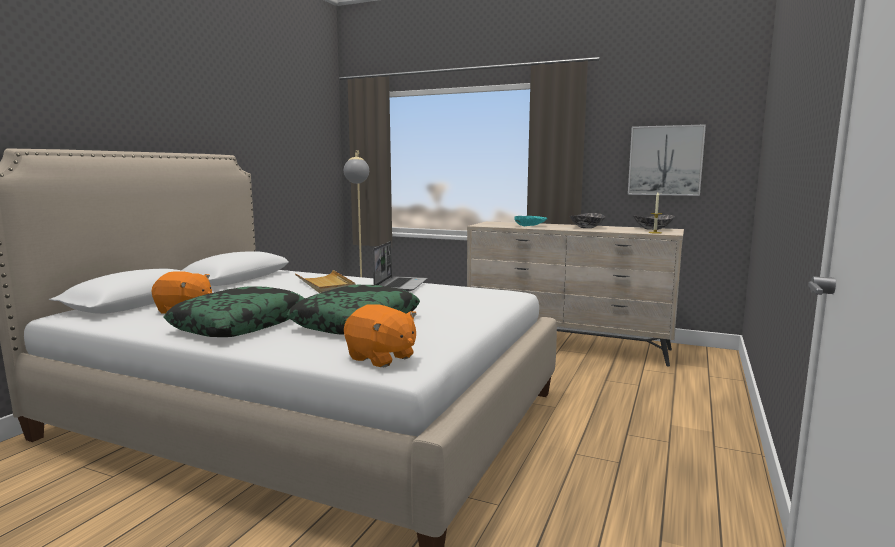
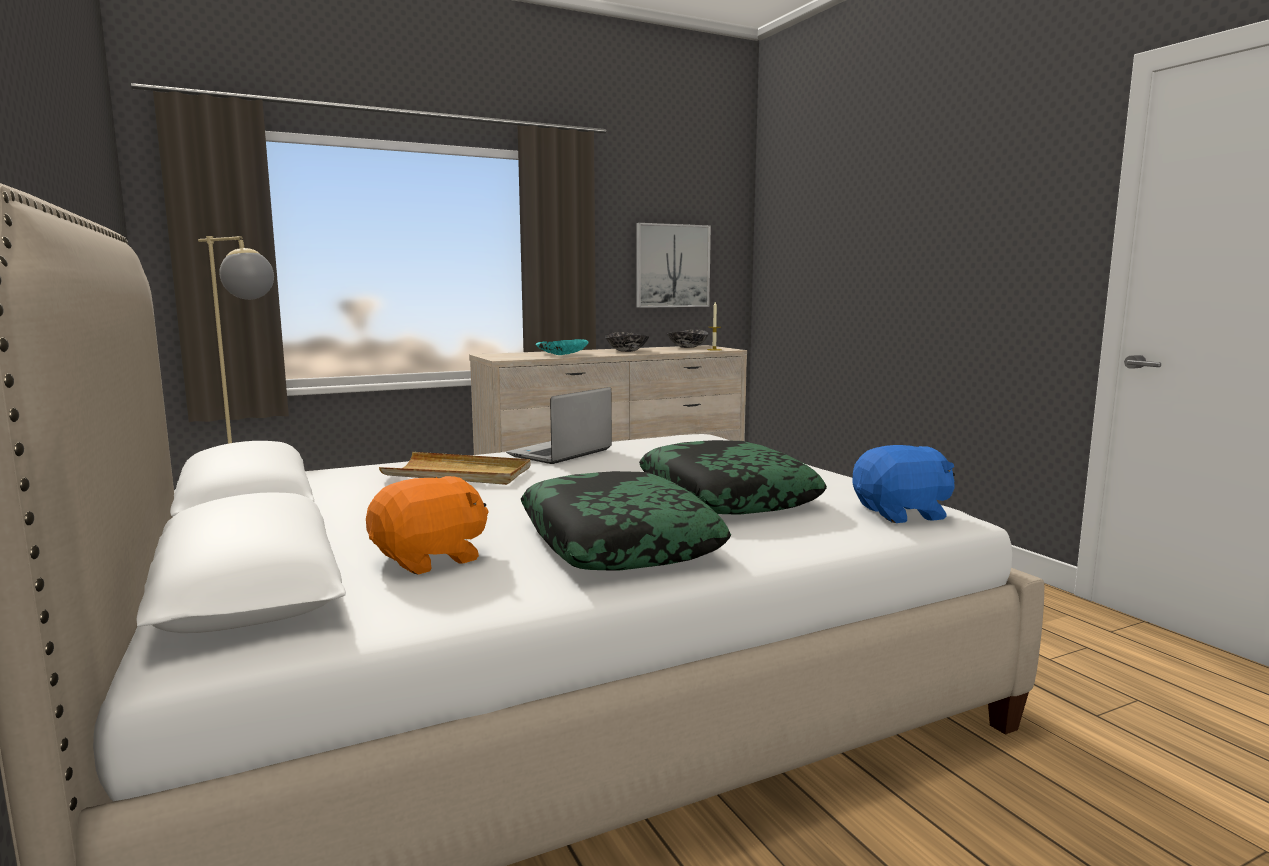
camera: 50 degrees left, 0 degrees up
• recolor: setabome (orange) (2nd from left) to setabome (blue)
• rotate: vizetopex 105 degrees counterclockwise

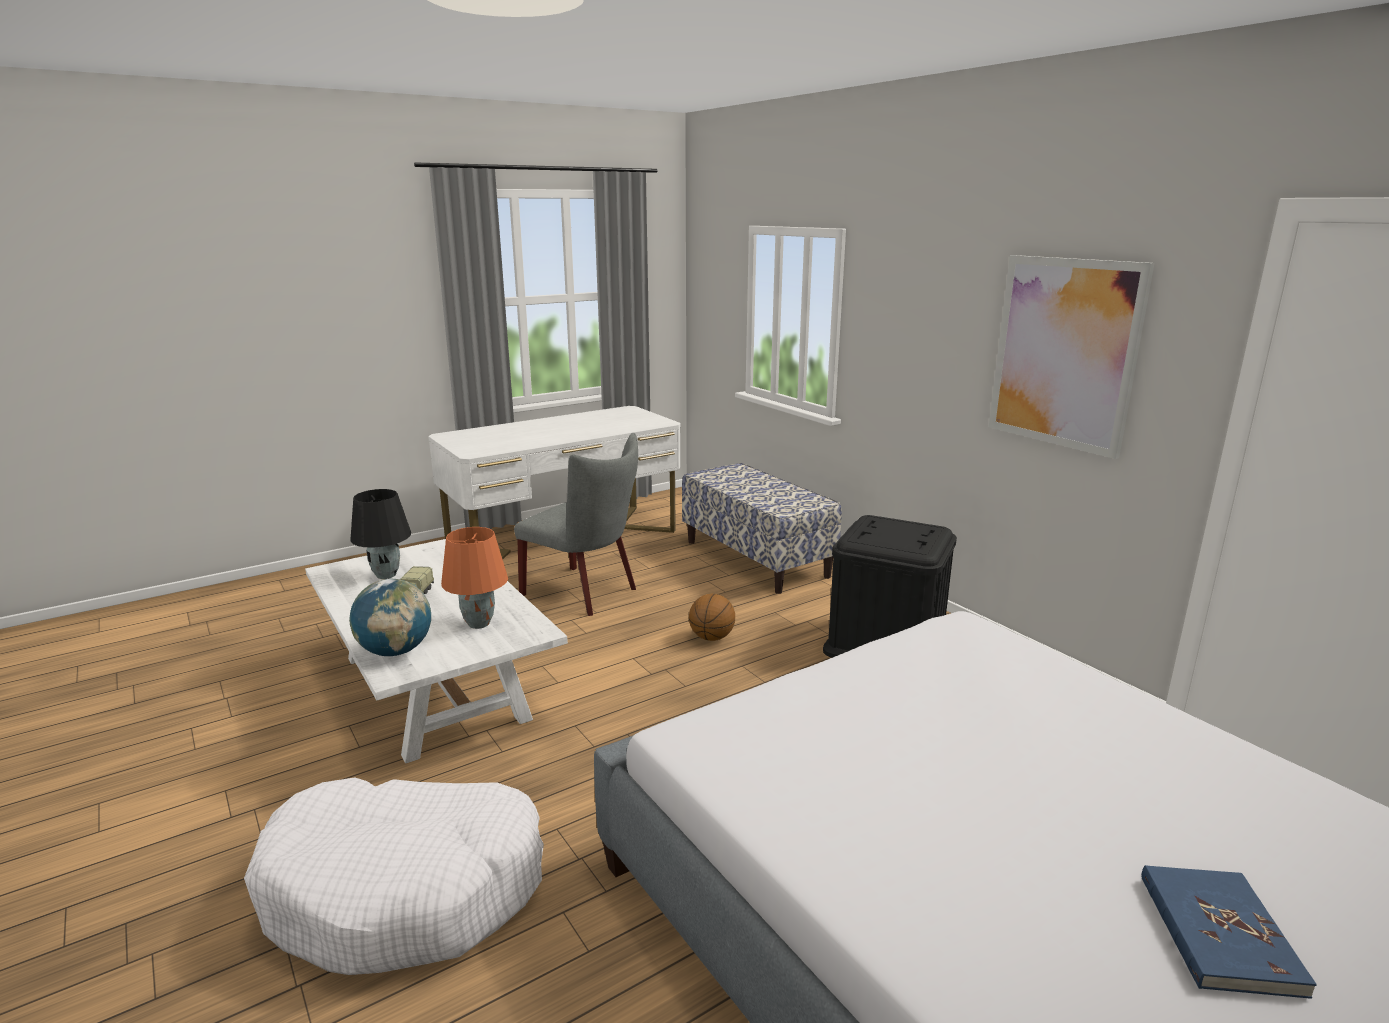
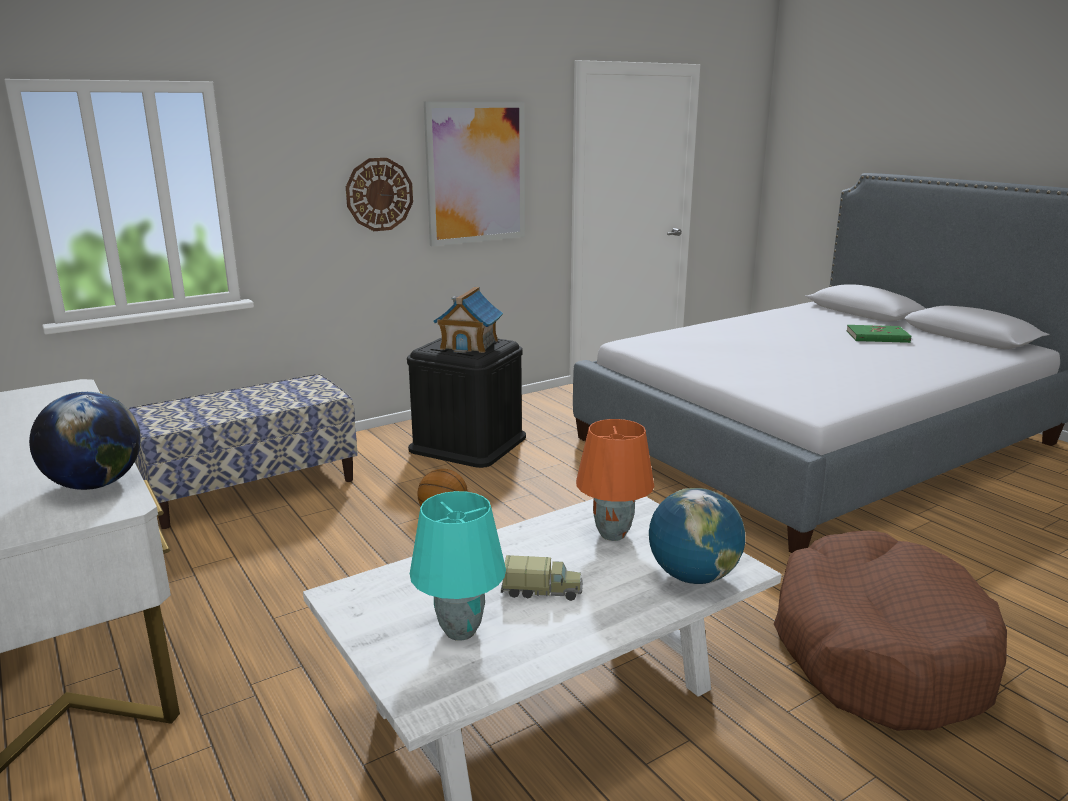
camera: 90 degrees left, 0 degrees up
• recolor: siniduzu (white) to siniduzu (brown)
• recolor: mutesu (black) to mutesu (turquoise)
• delete: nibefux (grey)
• recolor: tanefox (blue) to tanefox (green)
• insert: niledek (1st from left)
• insert: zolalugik
• insert: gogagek

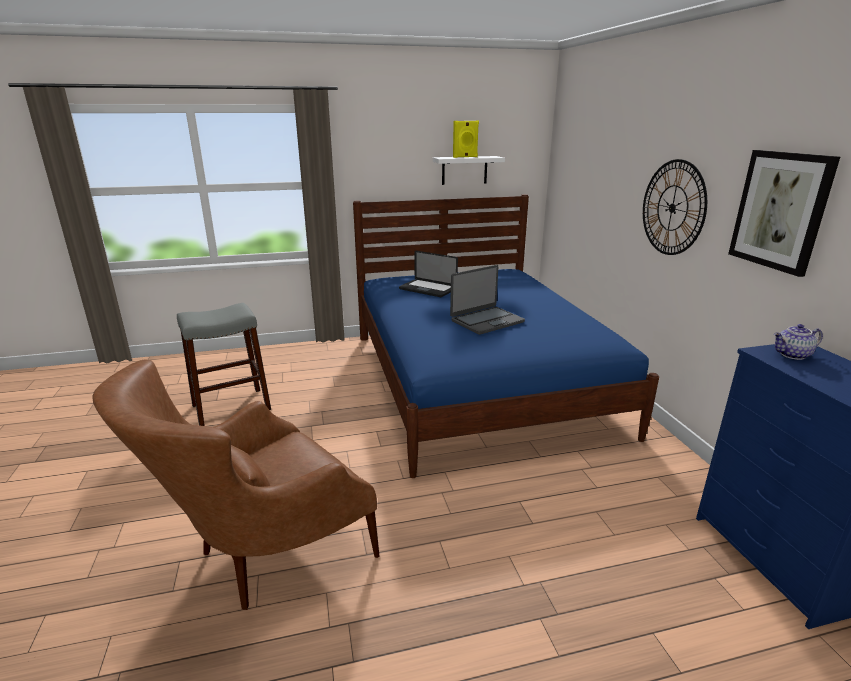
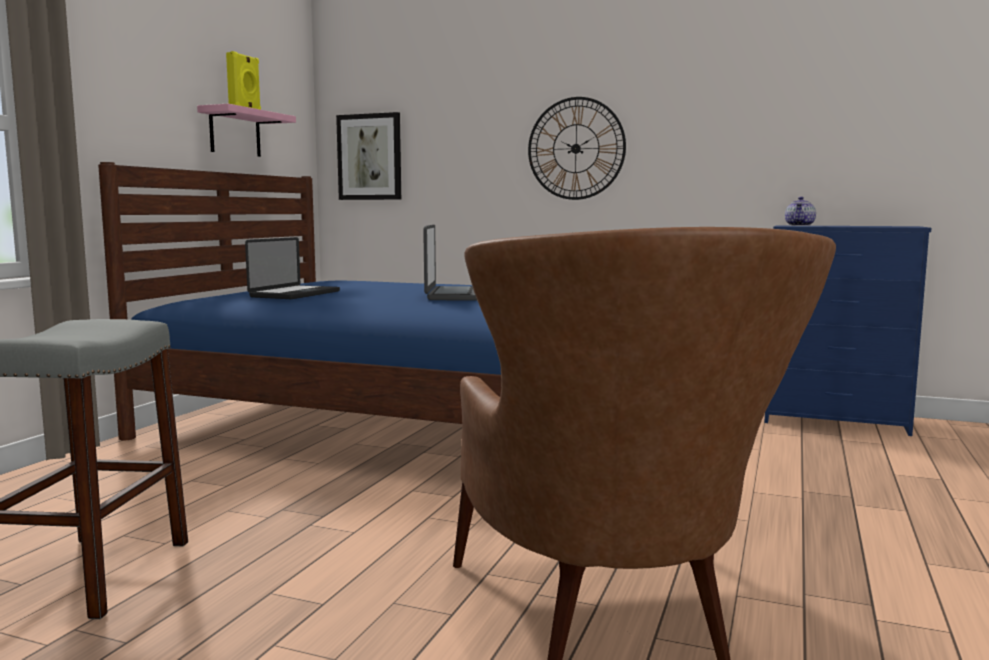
camera: 55 degrees left, 15 degrees down
• rotate: vizetopex (1st from left) 45 degrees counterclockwise
• recolor: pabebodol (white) to pabebodol (pink)
• move: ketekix

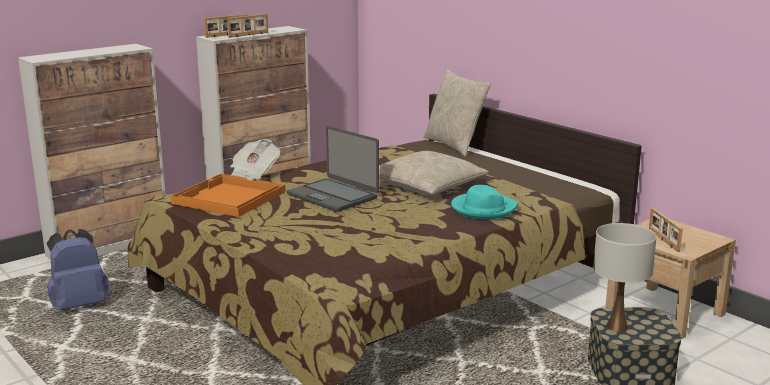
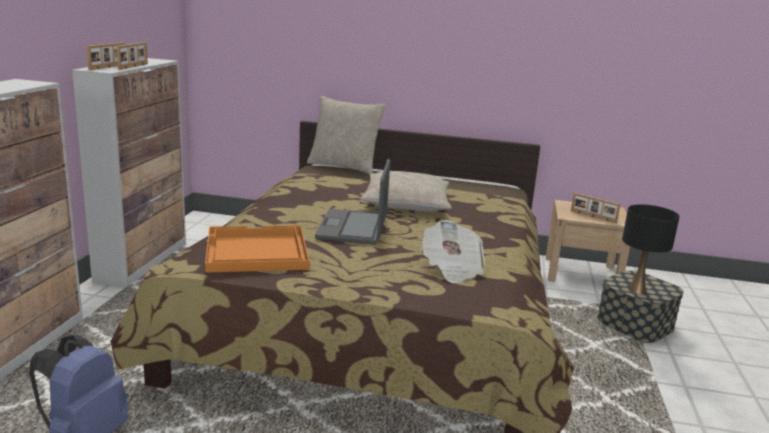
camera: 40 degrees left, 0 degrees up
• move: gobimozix
• rotate: vizetopex 90 degrees clockwise
• delete: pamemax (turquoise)
• recolor: mutesu (white) to mutesu (black)

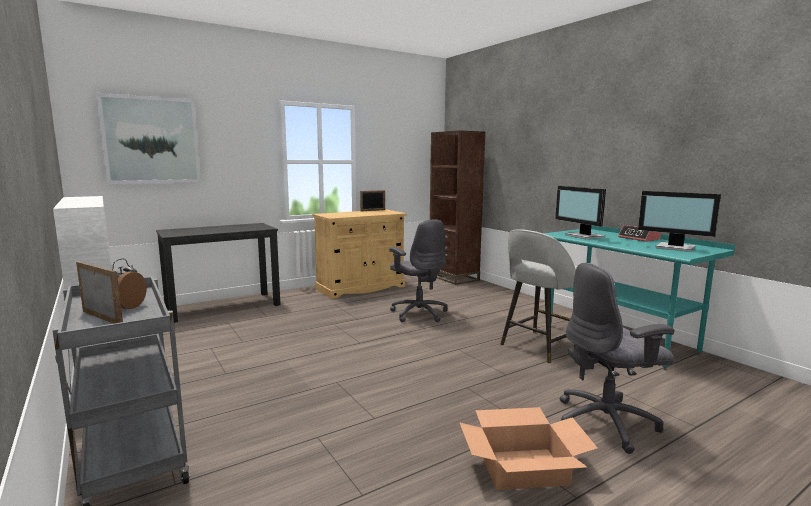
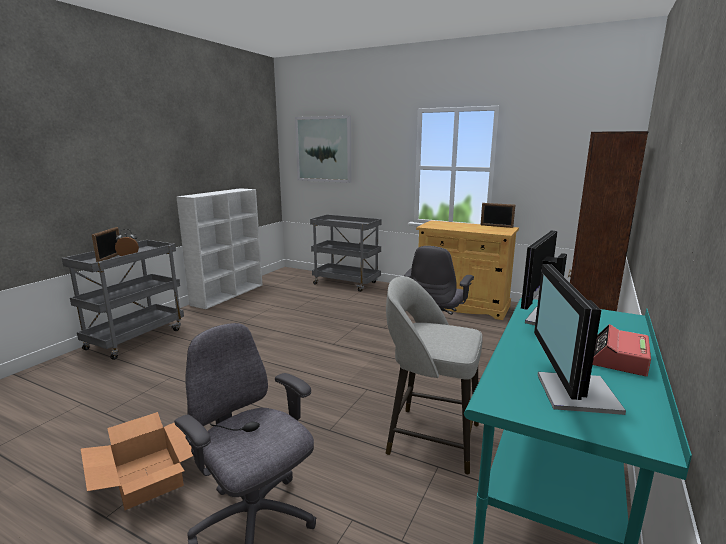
camera: 60 degrees right, 5 degrees up
• replace: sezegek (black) to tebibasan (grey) (2nd from left)

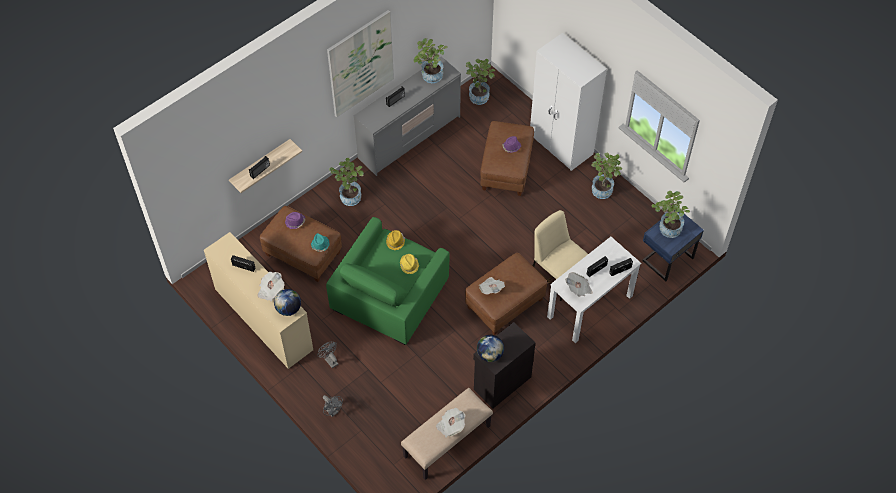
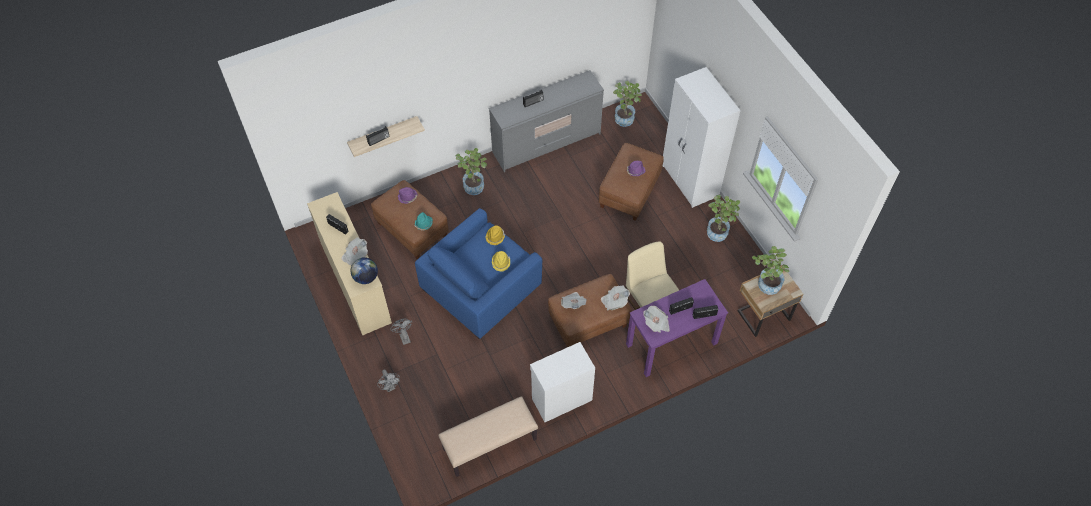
camera: 15 degrees right, 0 degrees up
• recolor: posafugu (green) to posafugu (blue)
• delete: ketekix
• delete: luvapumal (2nd from left)
• move: gobimozix (2nd from left in the first image) to gobimozix (3rd from left)
• recolor: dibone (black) to dibone (white)
• delete: niledek (2nd from left)
• recolor: sezegek (white) to sezegek (purple)
• recolor: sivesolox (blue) to sivesolox (beige)

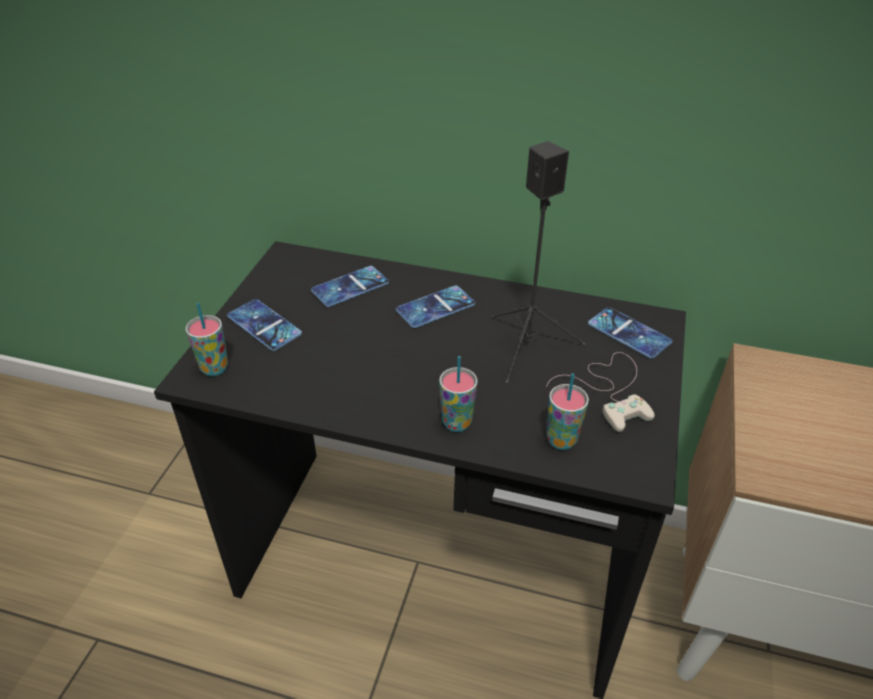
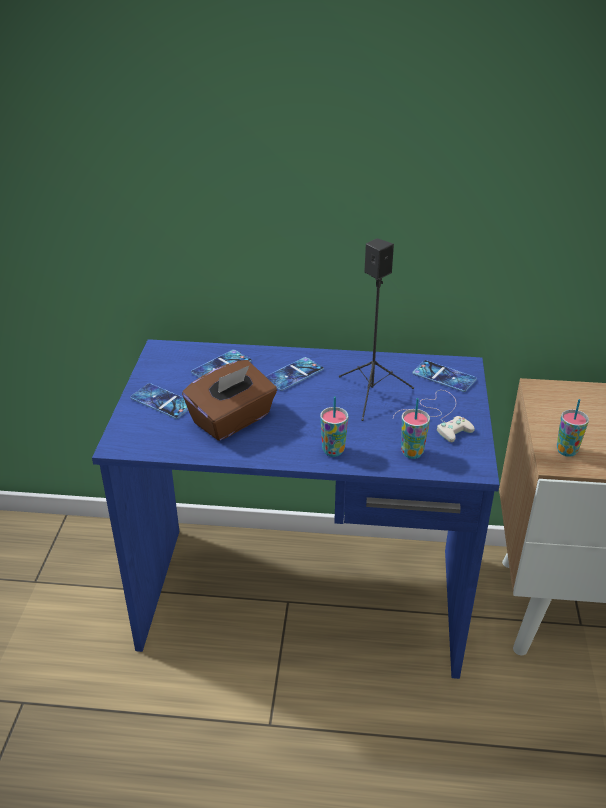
camera: 10 degrees left, 5 degrees down
• recolor: sezegek (black) to sezegek (blue)
• move: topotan (1st from left in the first image) to topotan (3rd from left)
• insert: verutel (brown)

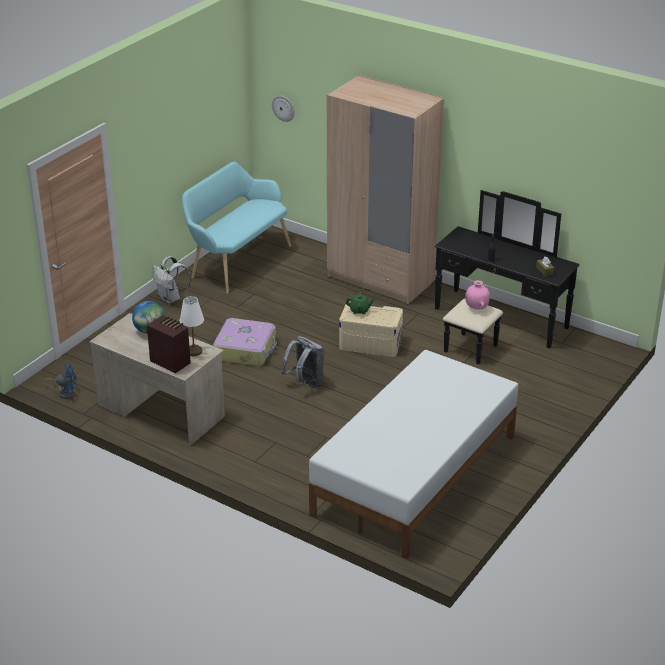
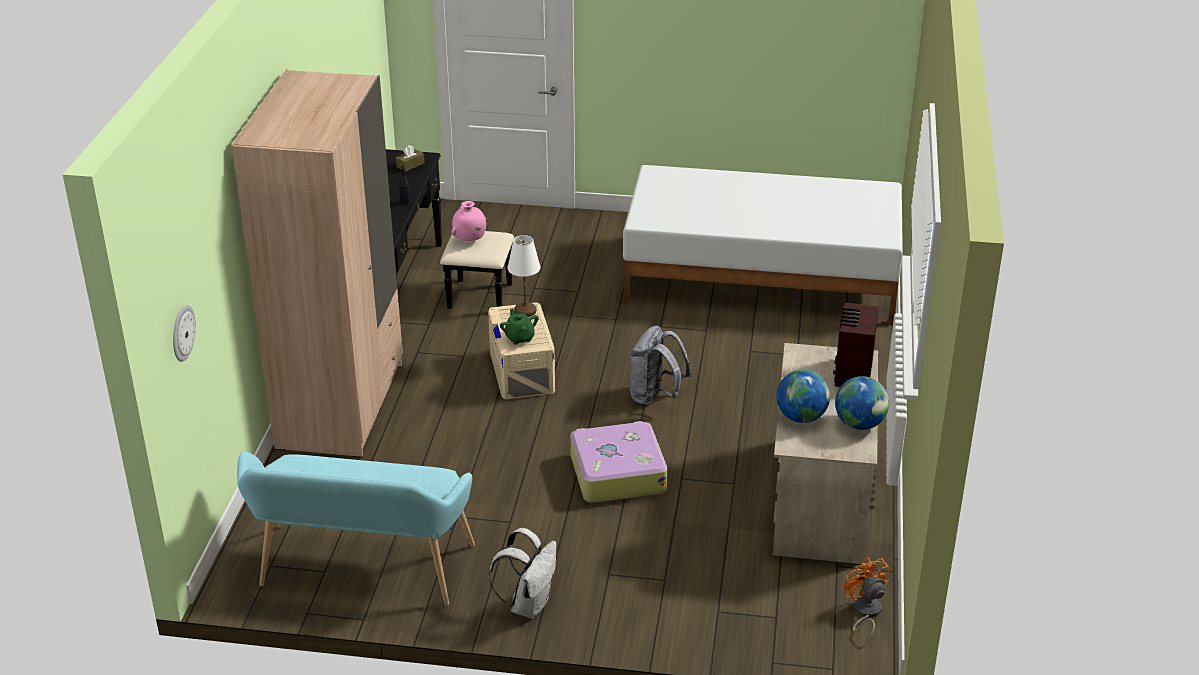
camera: 115 degrees left, 0 degrees up
• recolor: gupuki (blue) to gupuki (orange)
• move: mutesu (white)
• insert: niledek (2nd from left)

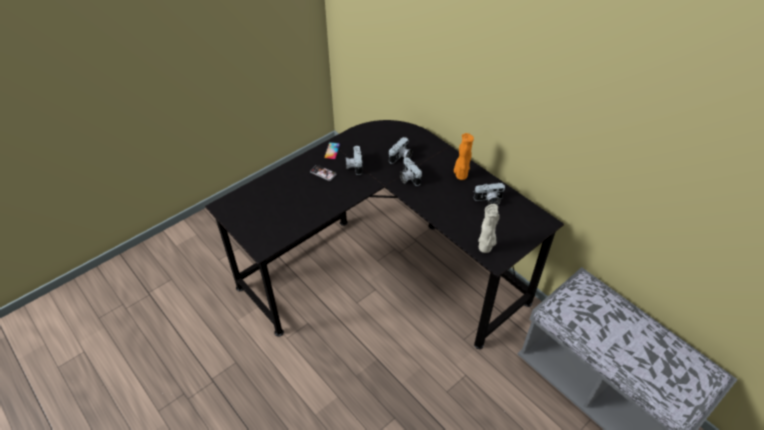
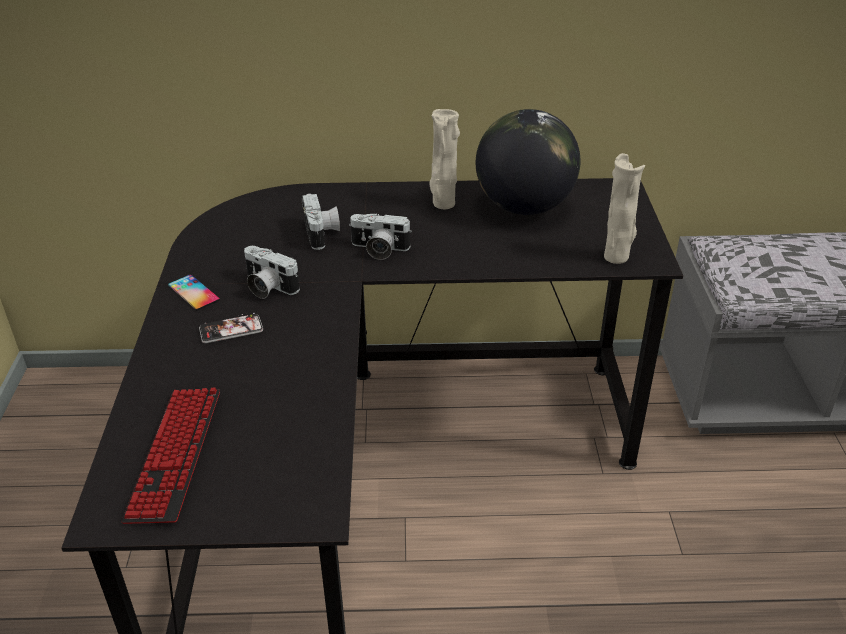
camera: 50 degrees left, 10 degrees down
• recolor: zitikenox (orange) to zitikenox (beige) (1st from left)
• replace: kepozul (4th from left) to niledek
• insert: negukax

